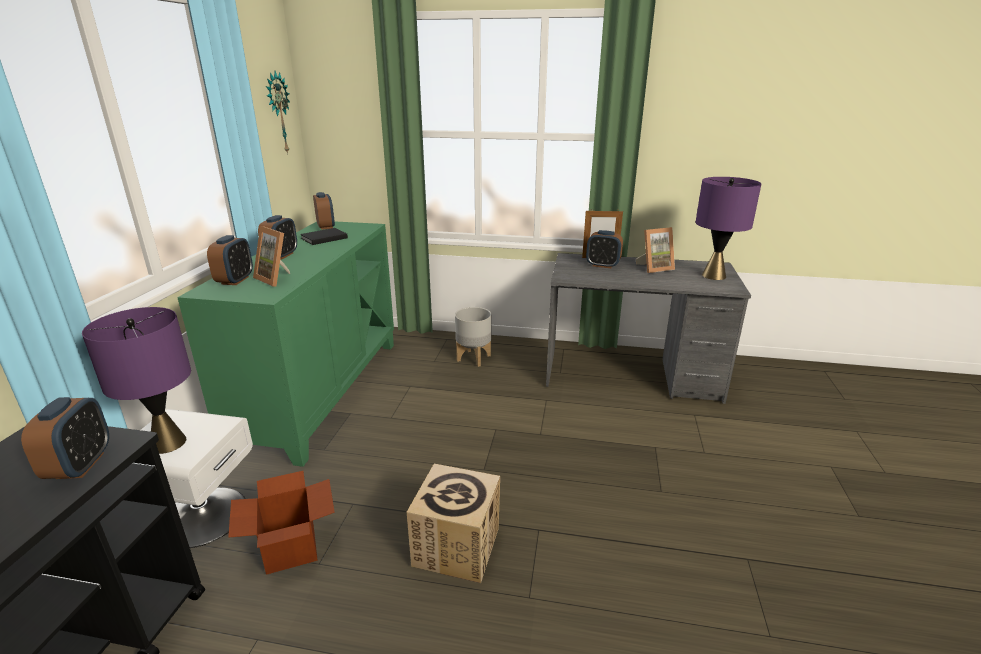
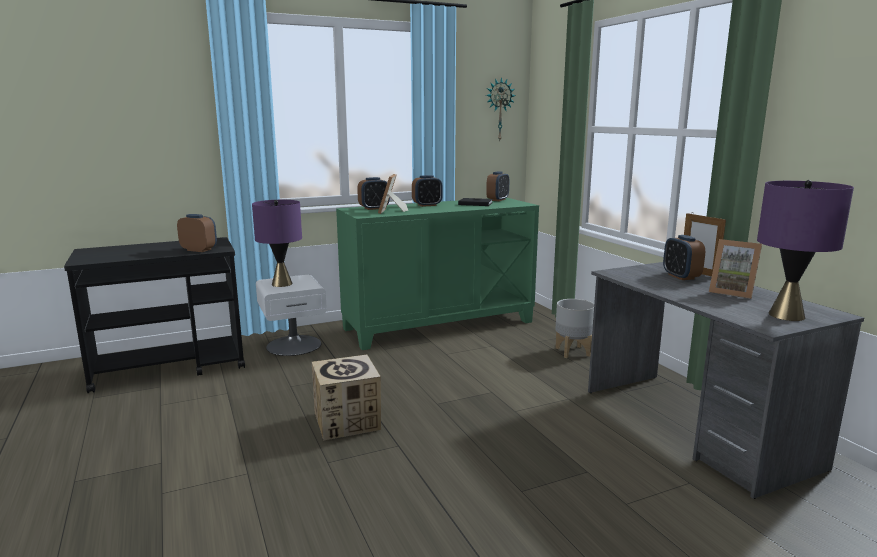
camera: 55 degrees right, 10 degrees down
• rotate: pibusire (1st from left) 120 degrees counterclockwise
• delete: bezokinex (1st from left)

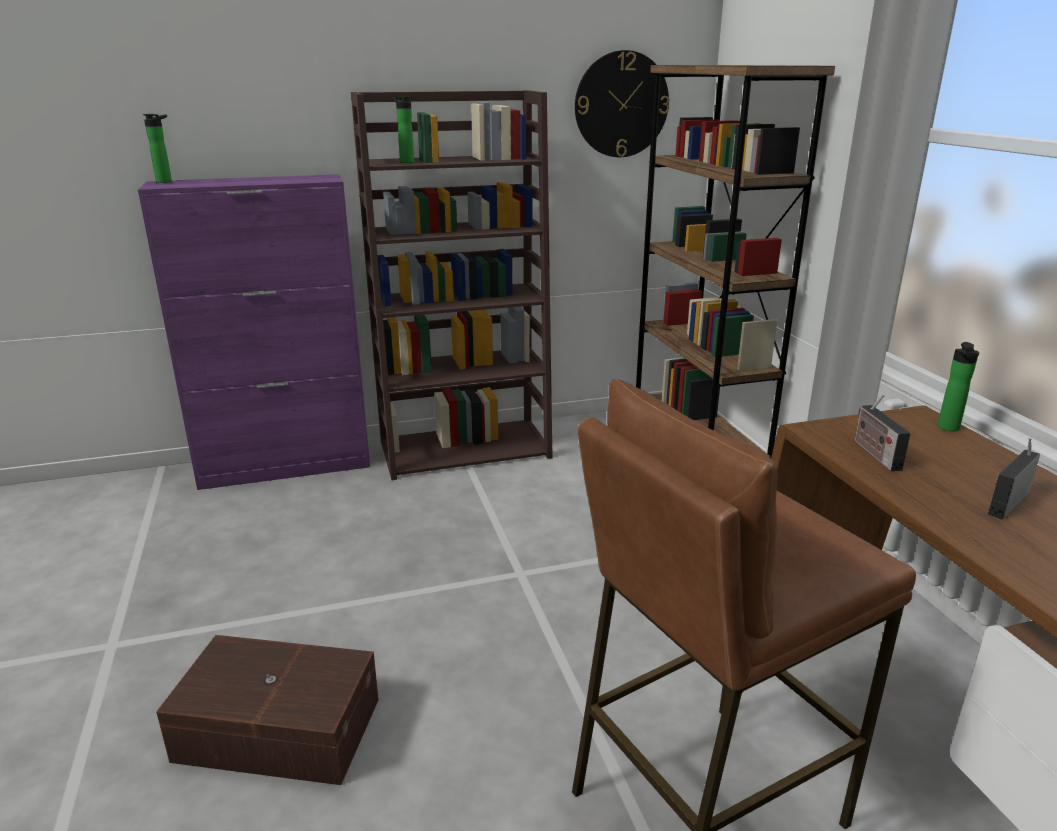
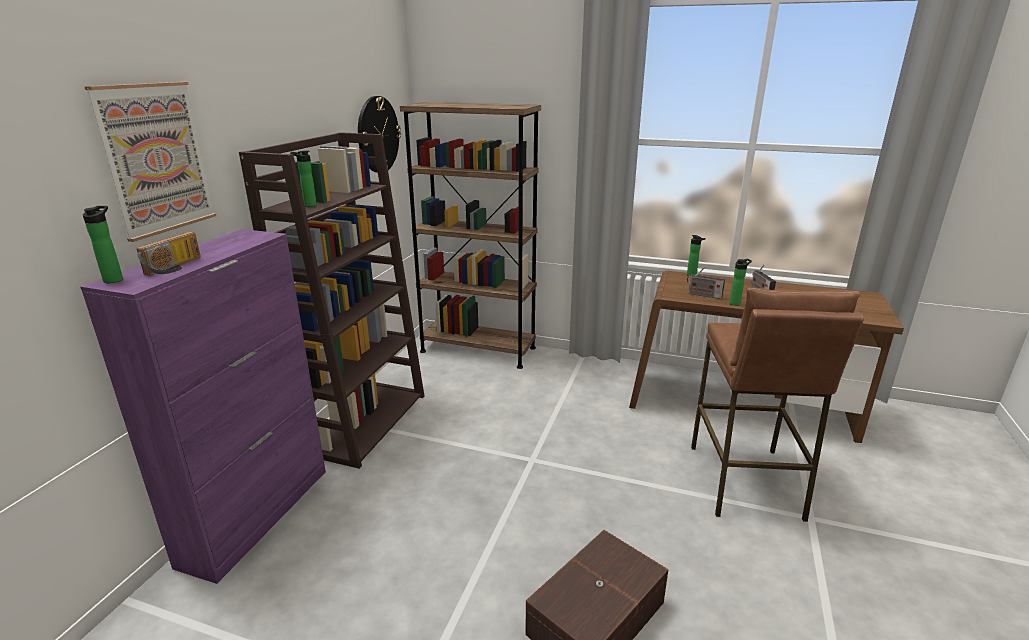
camera: 55 degrees left, 0 degrees up
• insert: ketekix
• insert: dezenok (1st from left)
• insert: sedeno (4th from left)

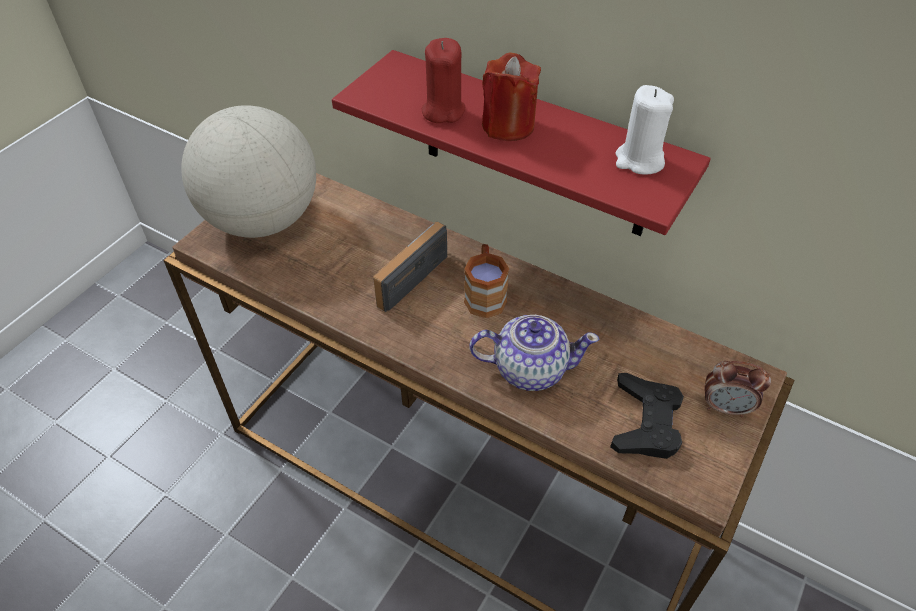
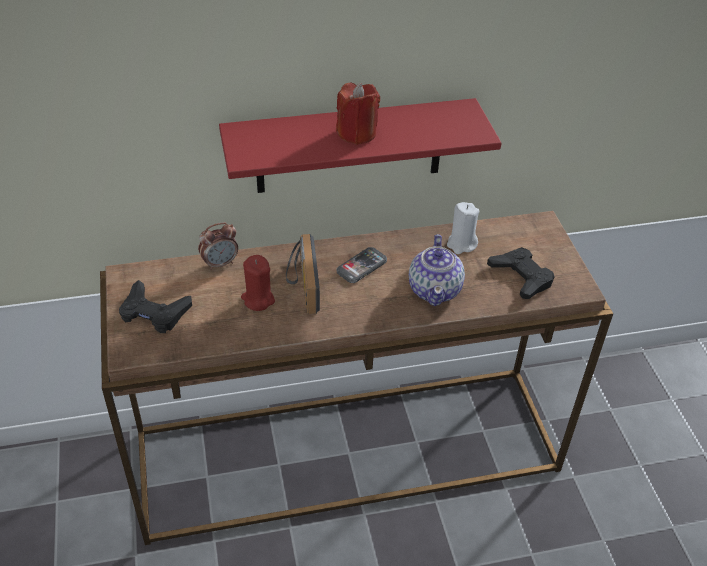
camera: 45 degrees left, 5 degrees down
• replace: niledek to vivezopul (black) (1st from left)
• move: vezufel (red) (1st from left)
• replace: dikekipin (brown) to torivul
• rotate: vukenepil 135 degrees clockwise
• move: vezufel (white)
• move: pibusire

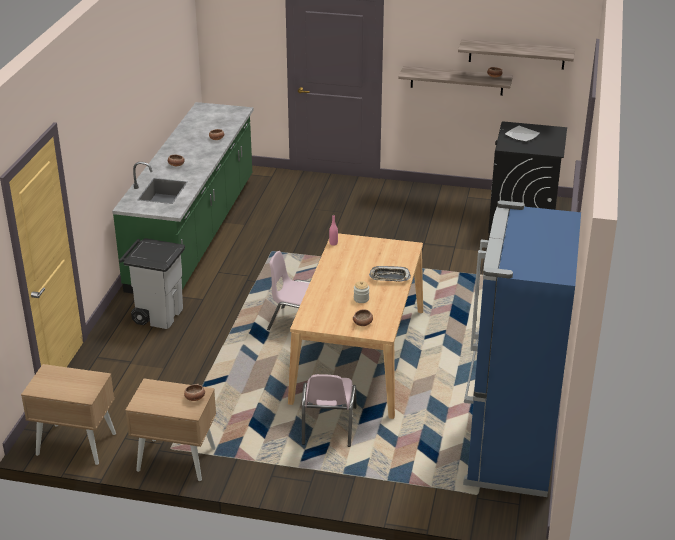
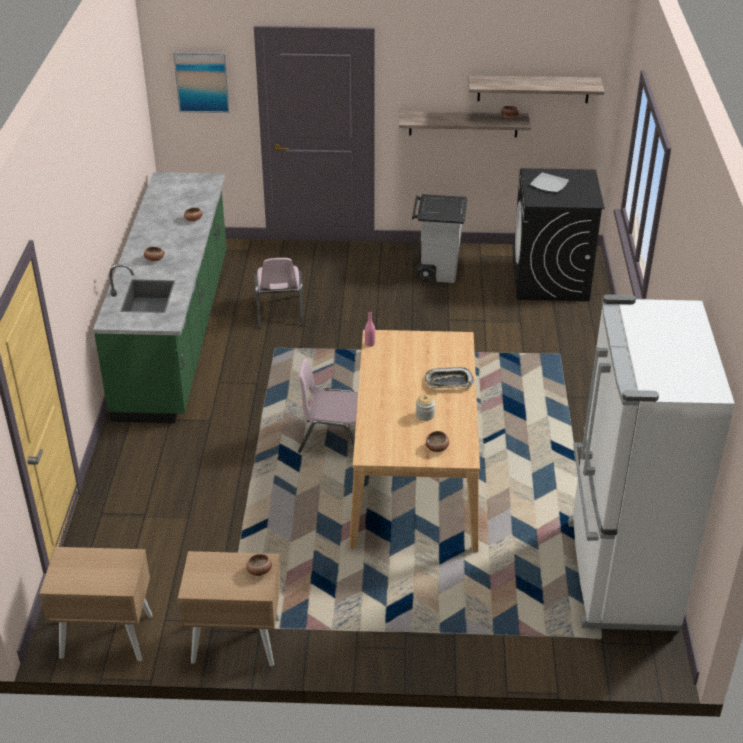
camera: 10 degrees left, 5 degrees up
• move: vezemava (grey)
• move: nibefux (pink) (2nd from left in the first image) to nibefux (pink) (1st from left)
• recolor: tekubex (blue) to tekubex (white)
• insert: ketekix

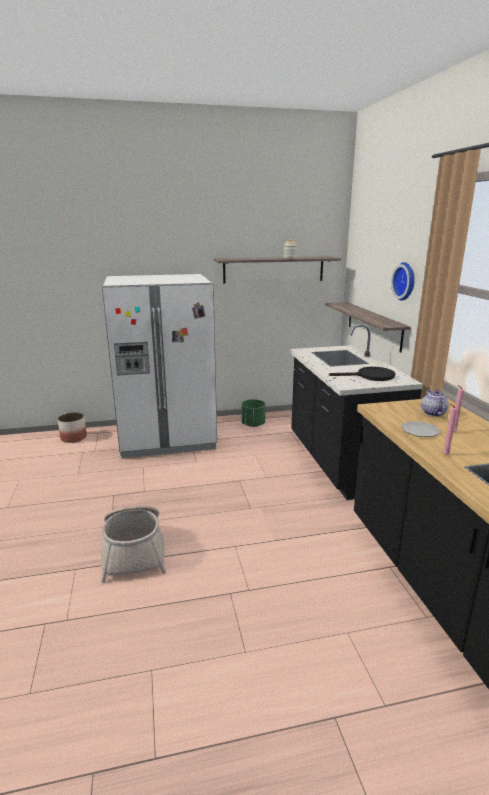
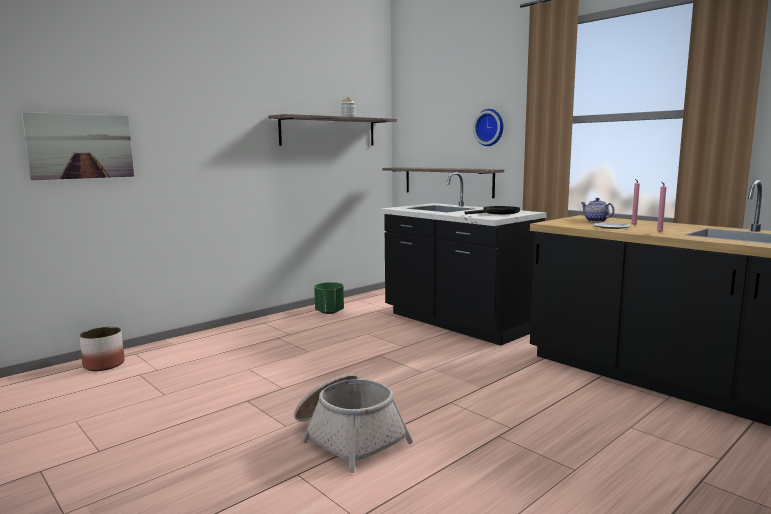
camera: 30 degrees left, 10 degrees down
• delete: tekubex (white)
• insert: ketekix

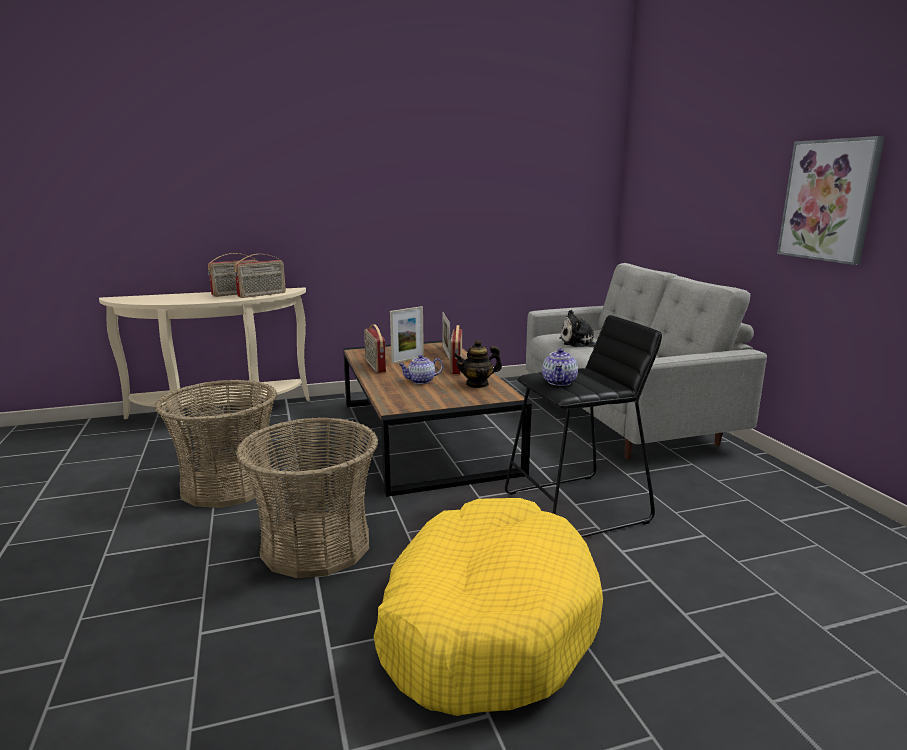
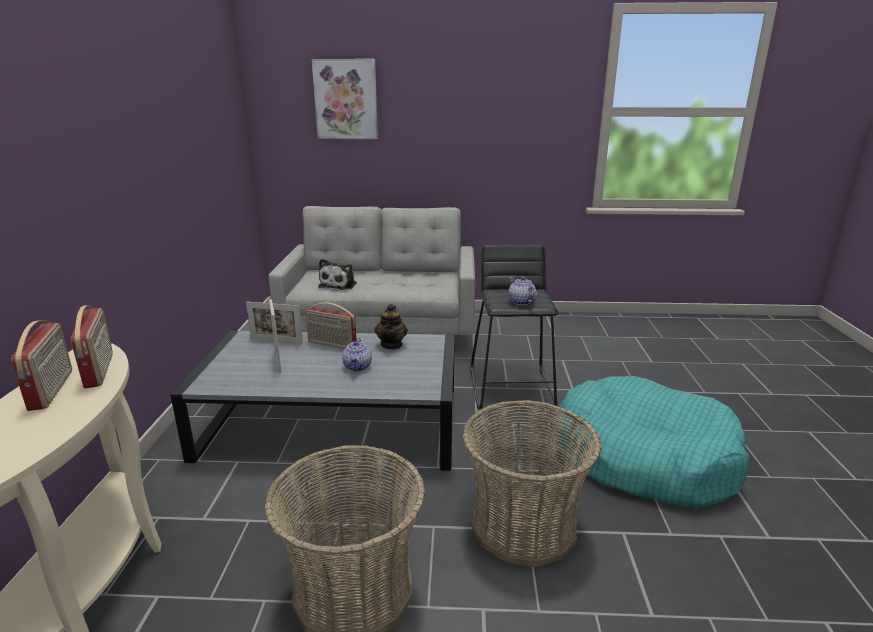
camera: 70 degrees left, 5 degrees up
• recolor: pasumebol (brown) to pasumebol (grey)
• delete: dezenok (3rd from left)
• recolor: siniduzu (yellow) to siniduzu (turquoise)
• rotate: vukenepil (3rd from left) 150 degrees counterclockwise
• move: ketekix

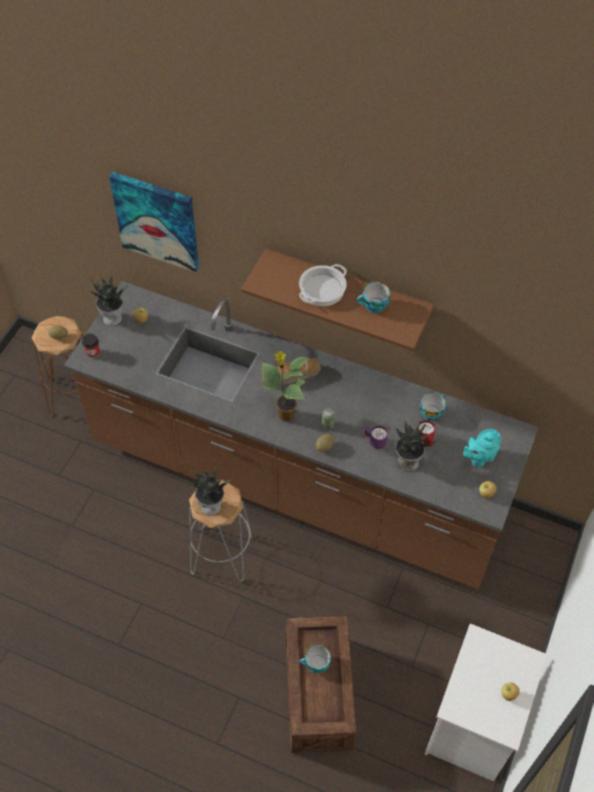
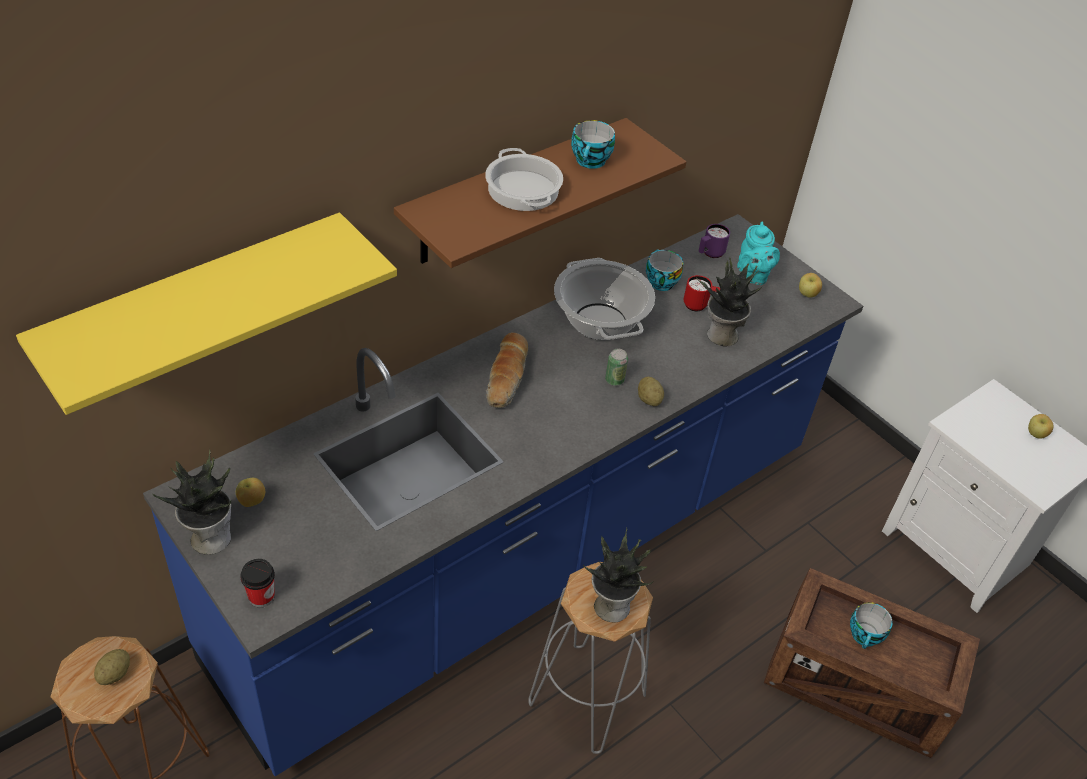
camera: 65 degrees left, 10 degrees down
• recolor: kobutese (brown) to kobutese (blue)
• replace: ketekix to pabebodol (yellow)
• delete: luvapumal (3rd from left)
• move: dikekipin (purple)
• insert: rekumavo (2nd from left)

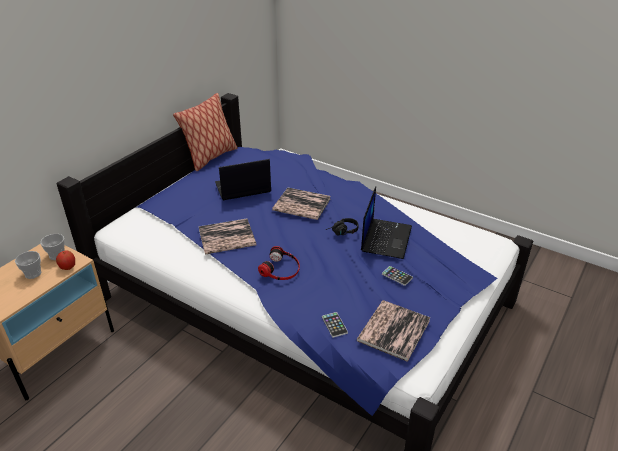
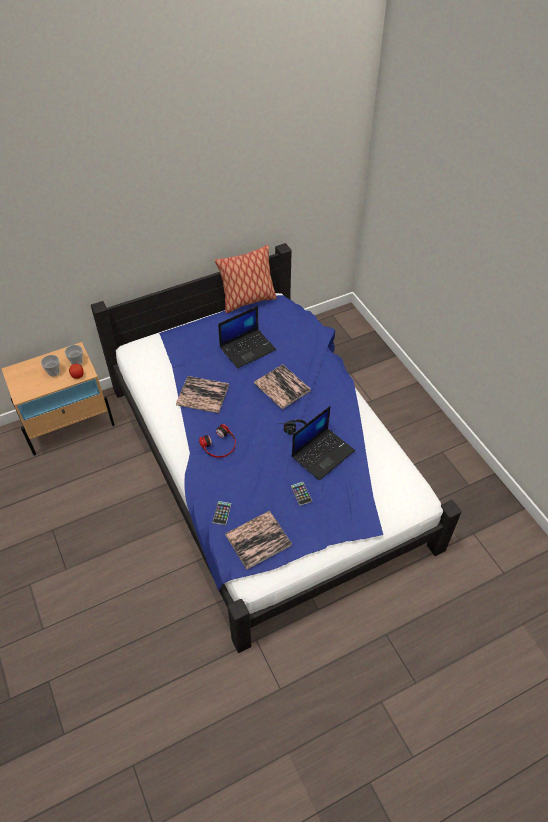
camera: 30 degrees right, 15 degrees up
• rotate: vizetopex (1st from left) 135 degrees clockwise

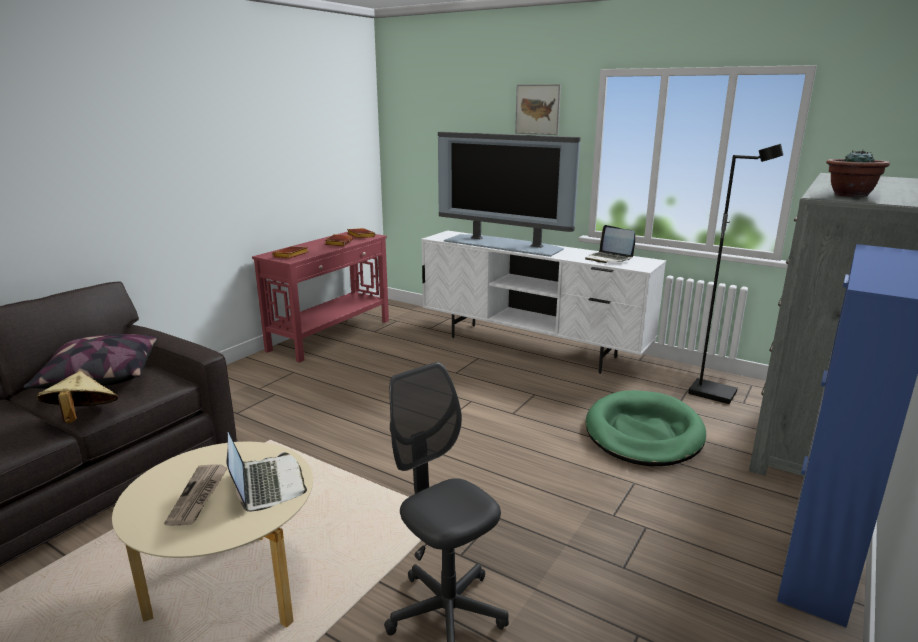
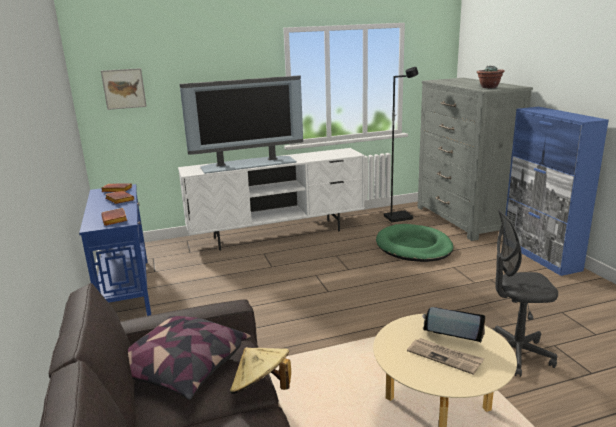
camera: 50 degrees left, 0 degrees up
• recolor: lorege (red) to lorege (blue)
• move: ketekix
• delete: vizetopex (2nd from left)

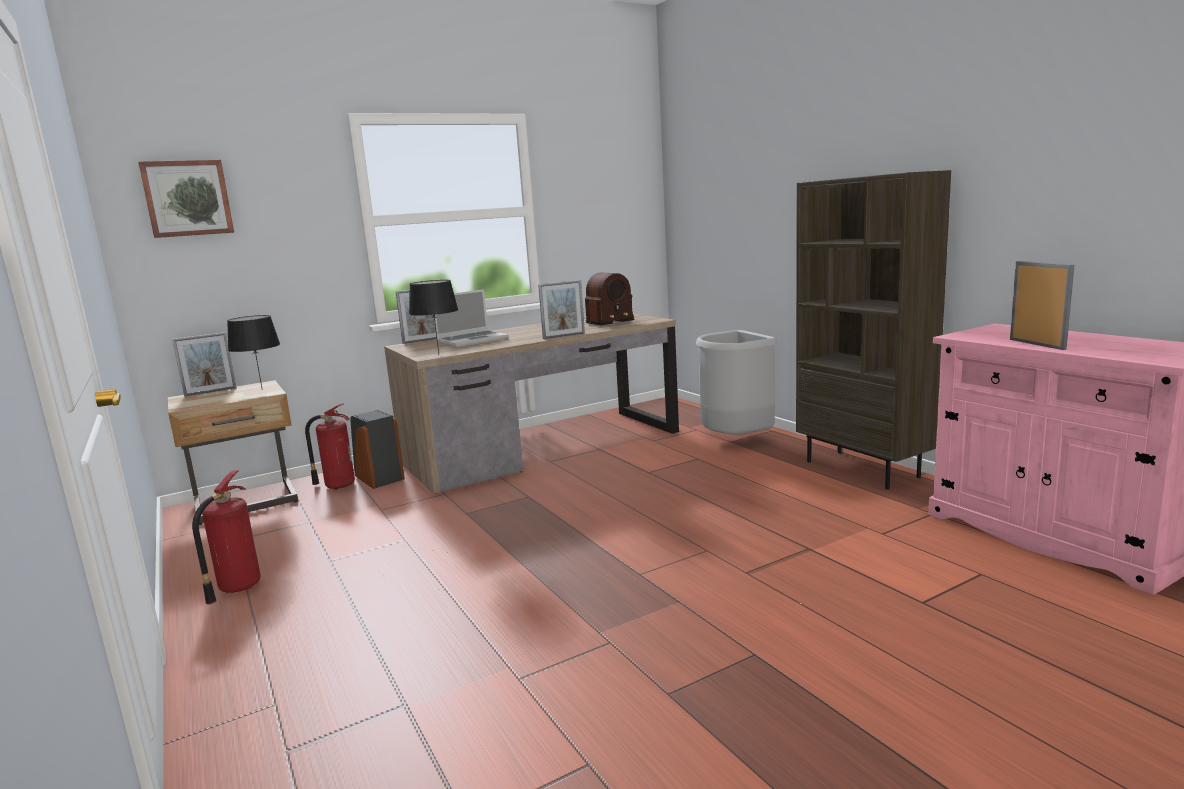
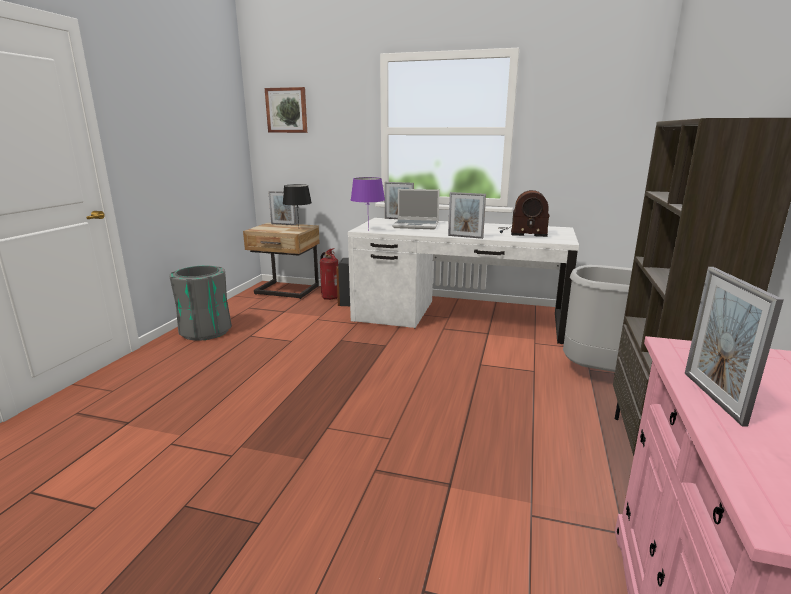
camera: 45 degrees right, 5 degrees up
• replace: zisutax (1st from left) to vezemava (grey) (1st from left)
• recolor: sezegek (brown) to sezegek (white)
• recolor: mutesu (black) (2nd from left) to mutesu (purple)
• rotate: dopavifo (4th from left) 150 degrees clockwise

